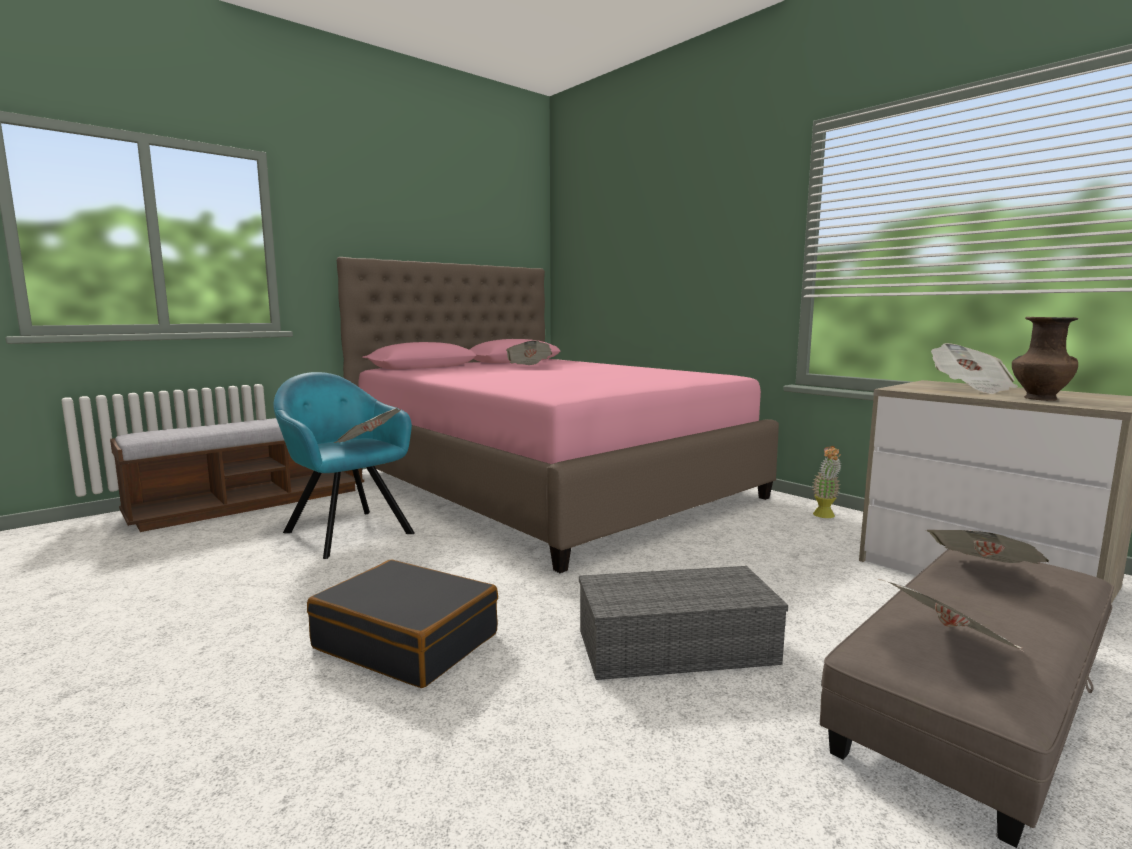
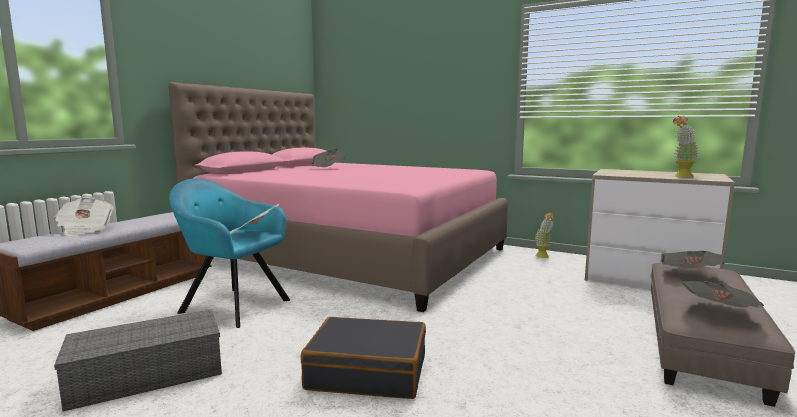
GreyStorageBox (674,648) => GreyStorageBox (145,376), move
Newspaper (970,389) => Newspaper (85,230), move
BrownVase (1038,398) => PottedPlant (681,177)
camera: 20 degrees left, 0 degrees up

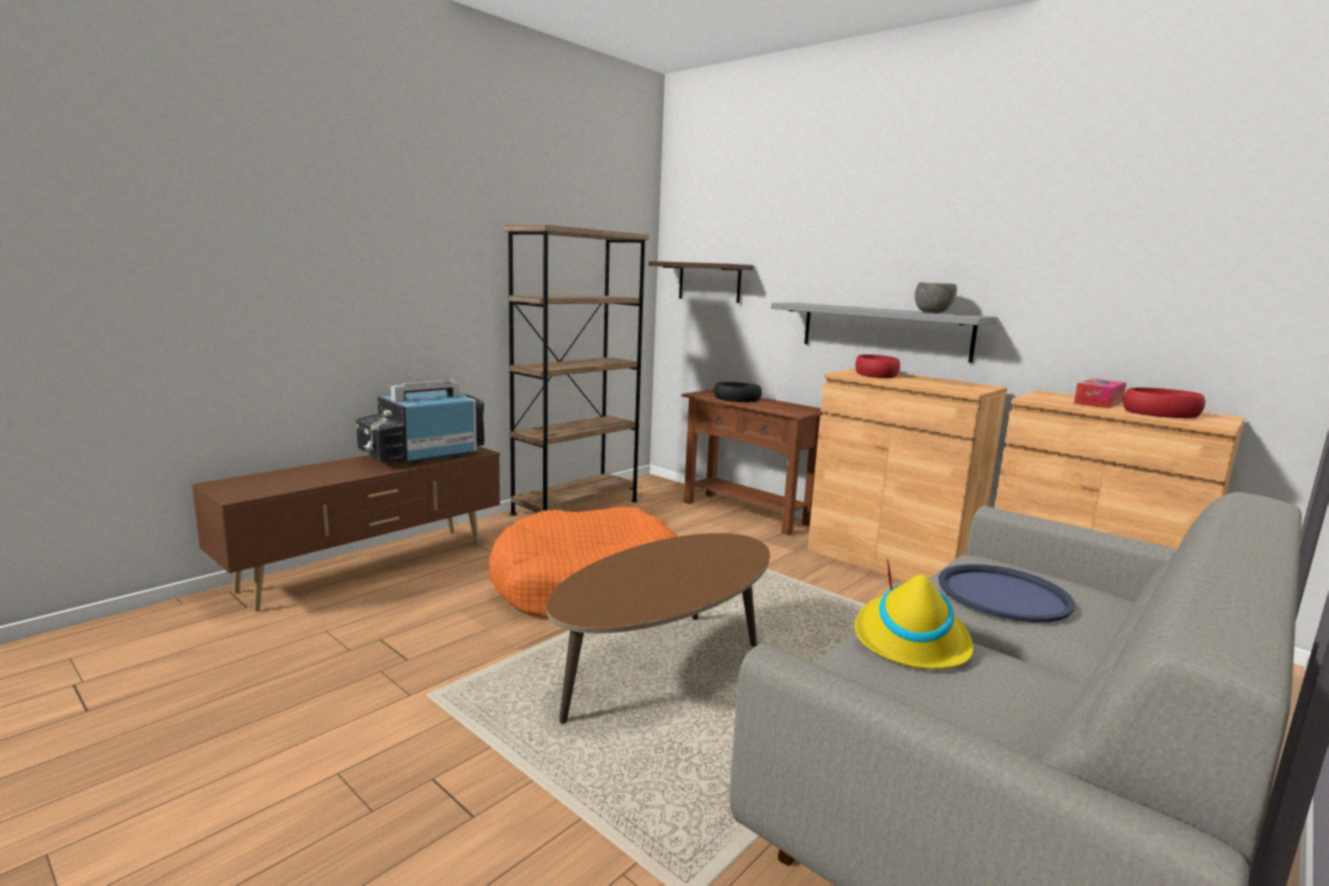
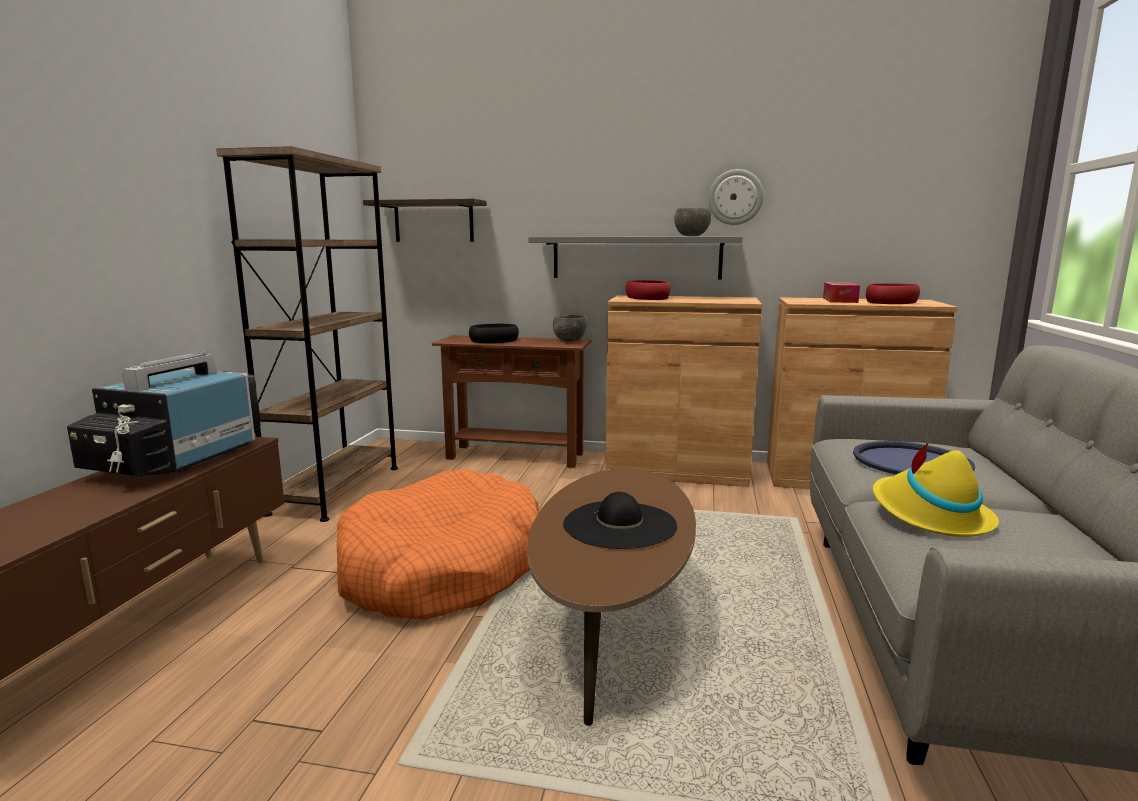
nothing => GreyBowl (569,341)
nothing => BlackHat (620,525)
nothing => WallClock (735,197)
camera: 30 degrees left, 0 degrees up

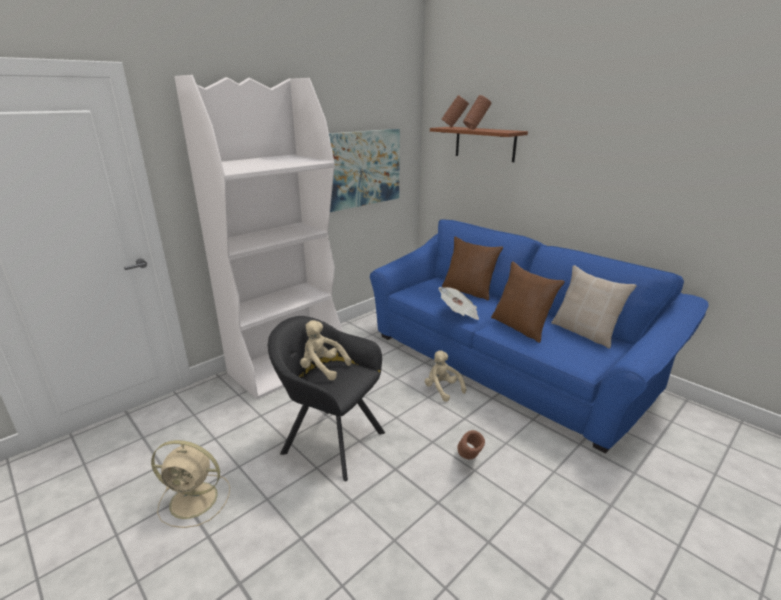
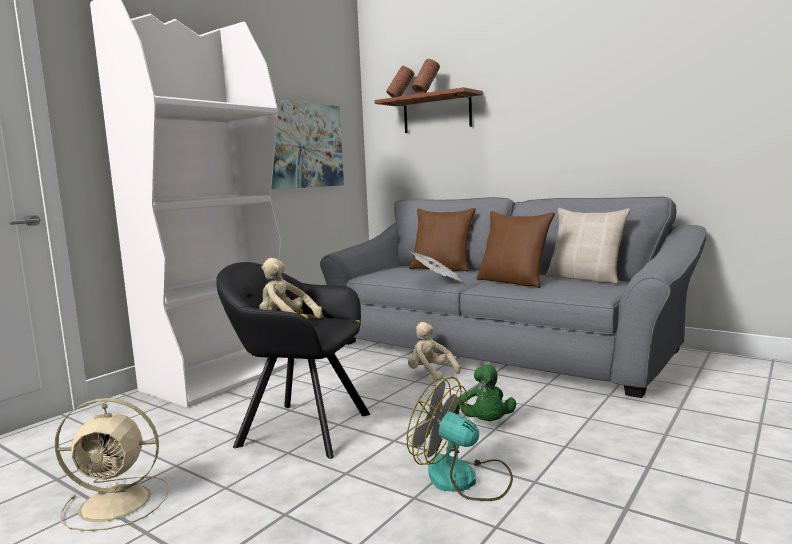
nothing => Fan (463,479)
BrownVase (469,461) => GreenPlushToy (485,423)
BlueSofa (504,362) => GreySofa (497,347)
camera: 10 degrees left, 15 degrees down

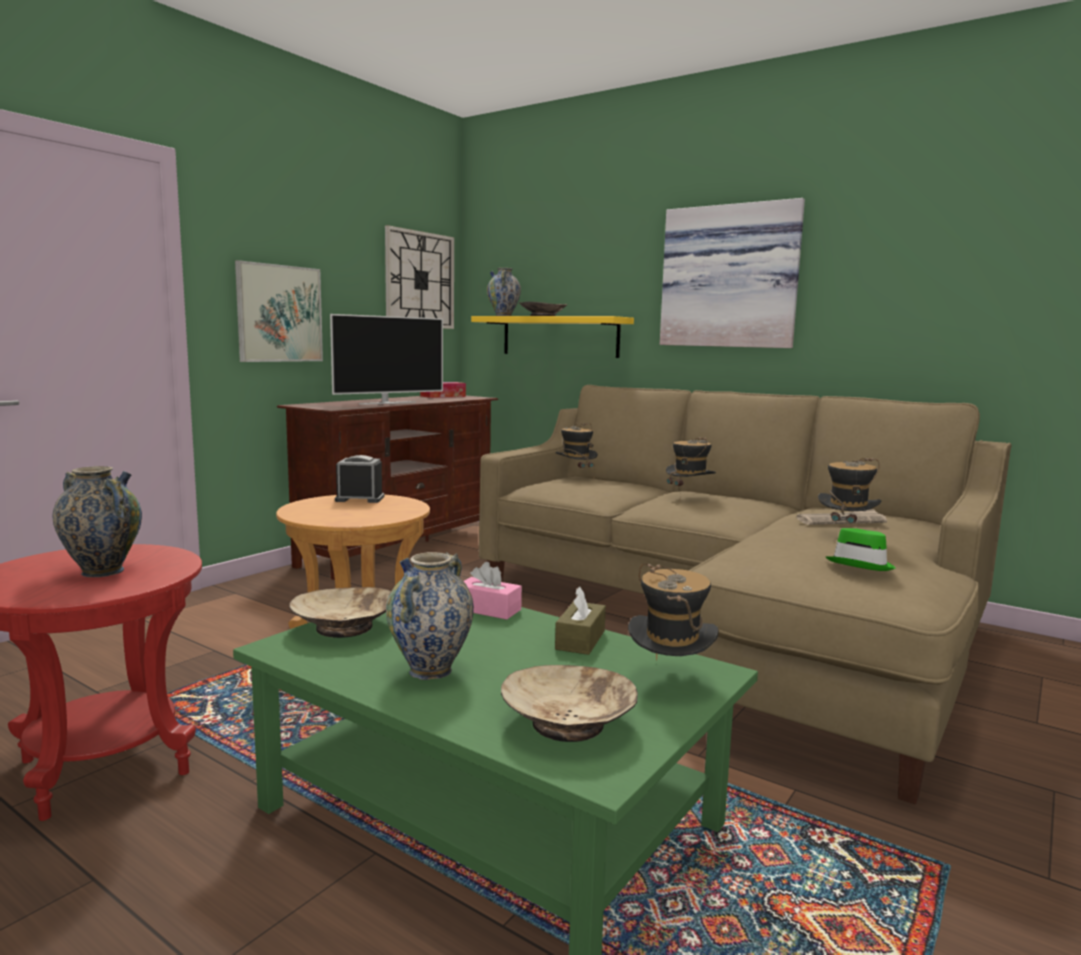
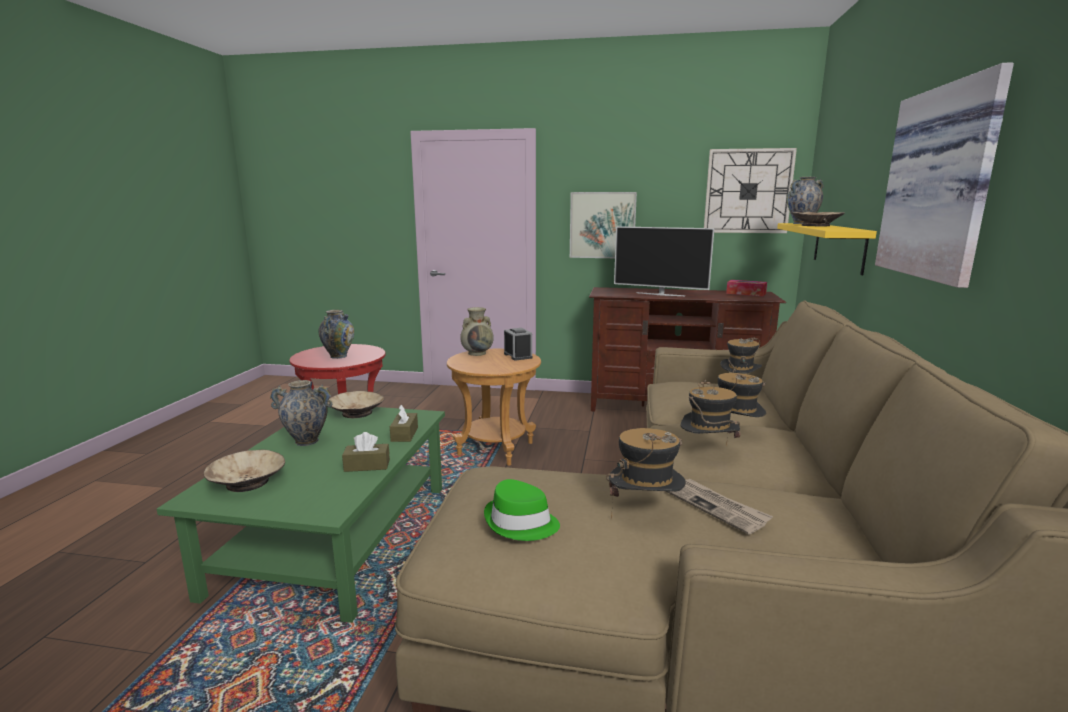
nothing => BeigeVase (477,353)
Hat (670,681) => Hat (707,452), move
PinkTissueBox (488,609) => BrownTissueBox (404,434)
camera: 65 degrees right, 5 degrees up

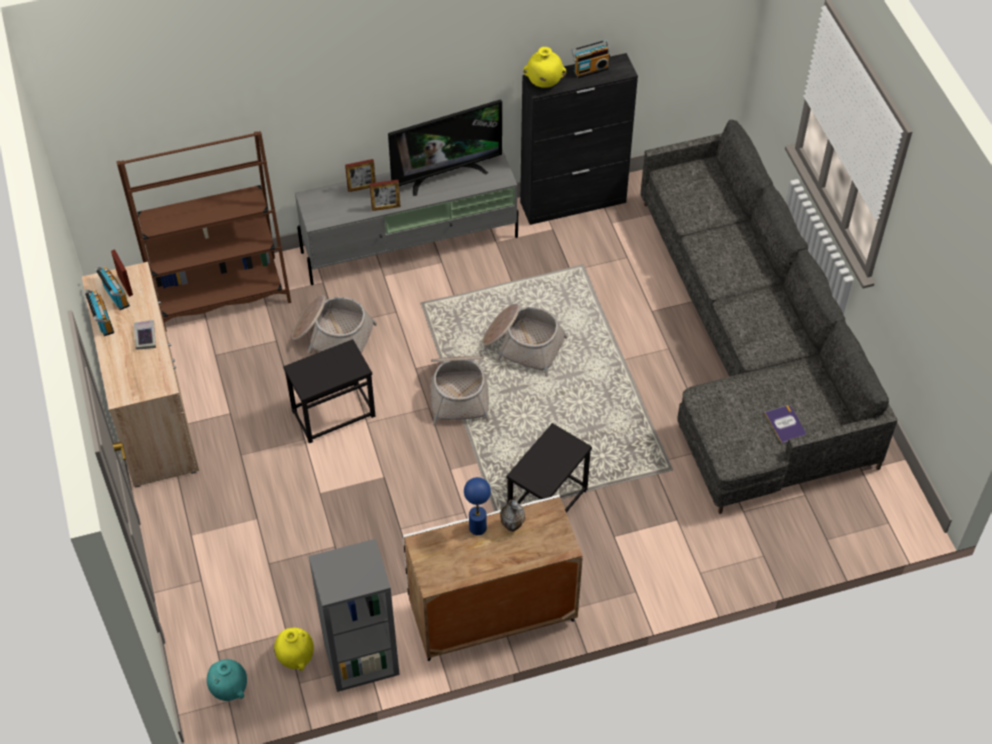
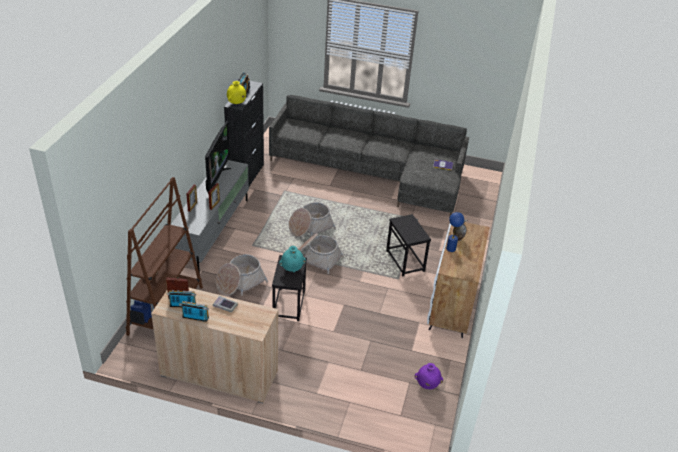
GreyBookcase (361,660) => nothing
TurquoiseVase (230,690) => TurquoiseVase (292,269), move
YellowVase (296,657) => PurpleVase (427,385)
camera: 60 degrees left, 15 degrees down

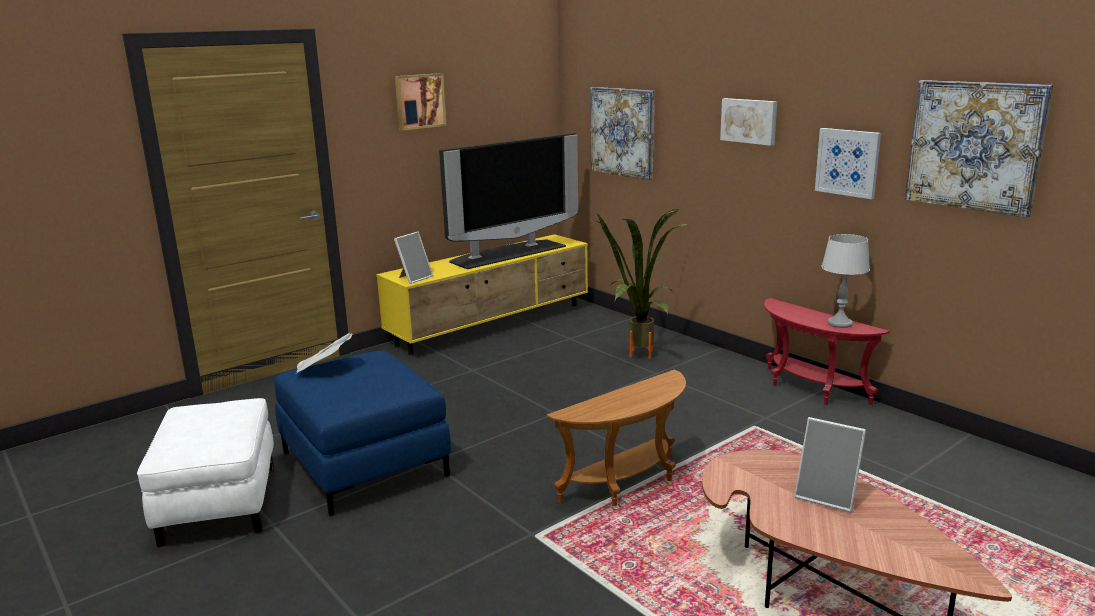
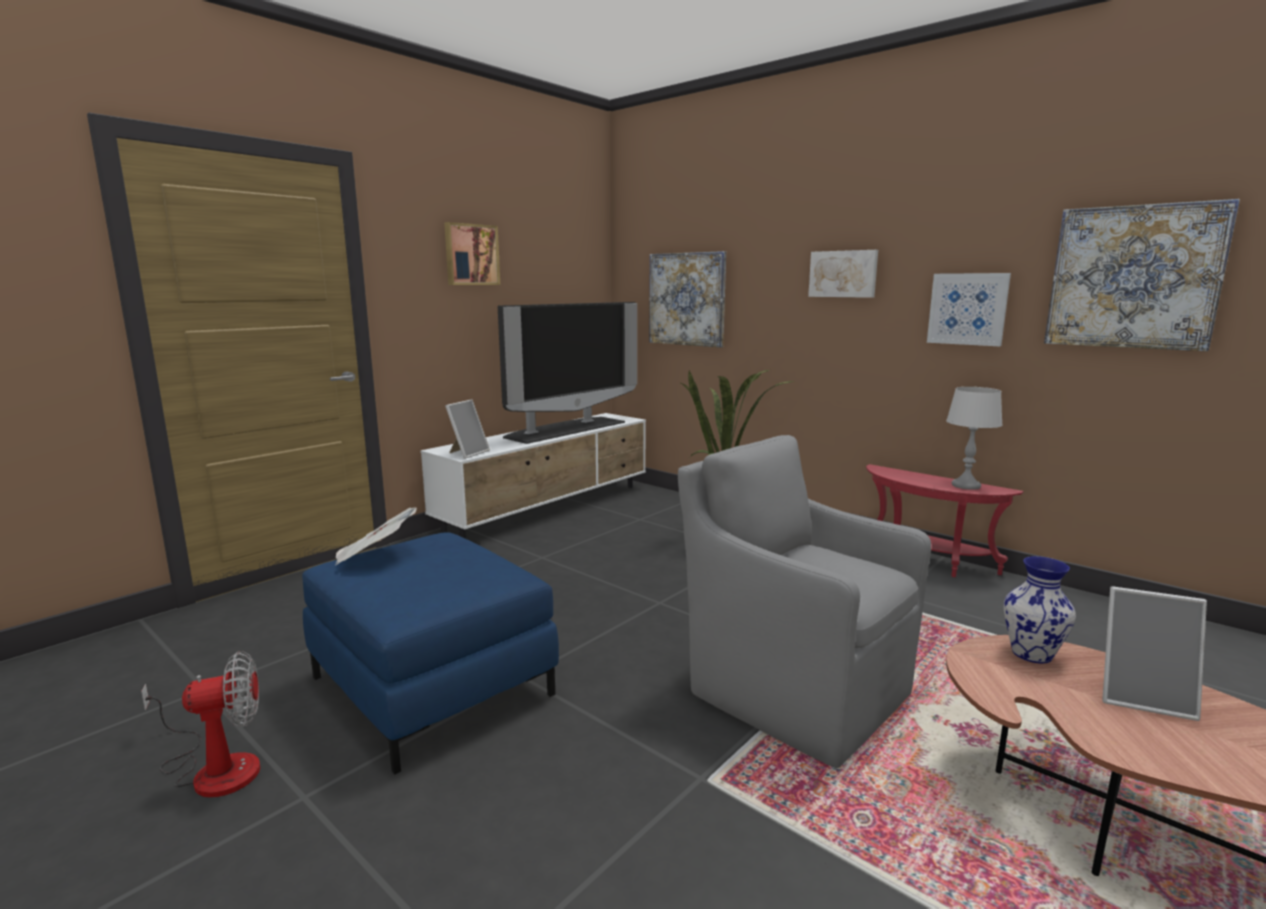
nothing => Vase (1033,654)
WhiteOttoman (219,504) => Fan (215,768)
BrownSideTable (628,484) => GreyArmchair (794,690)
YellowTvStand (492,324) => WhiteTvStand (548,508)
camera: 10 degrees left, 5 degrees down

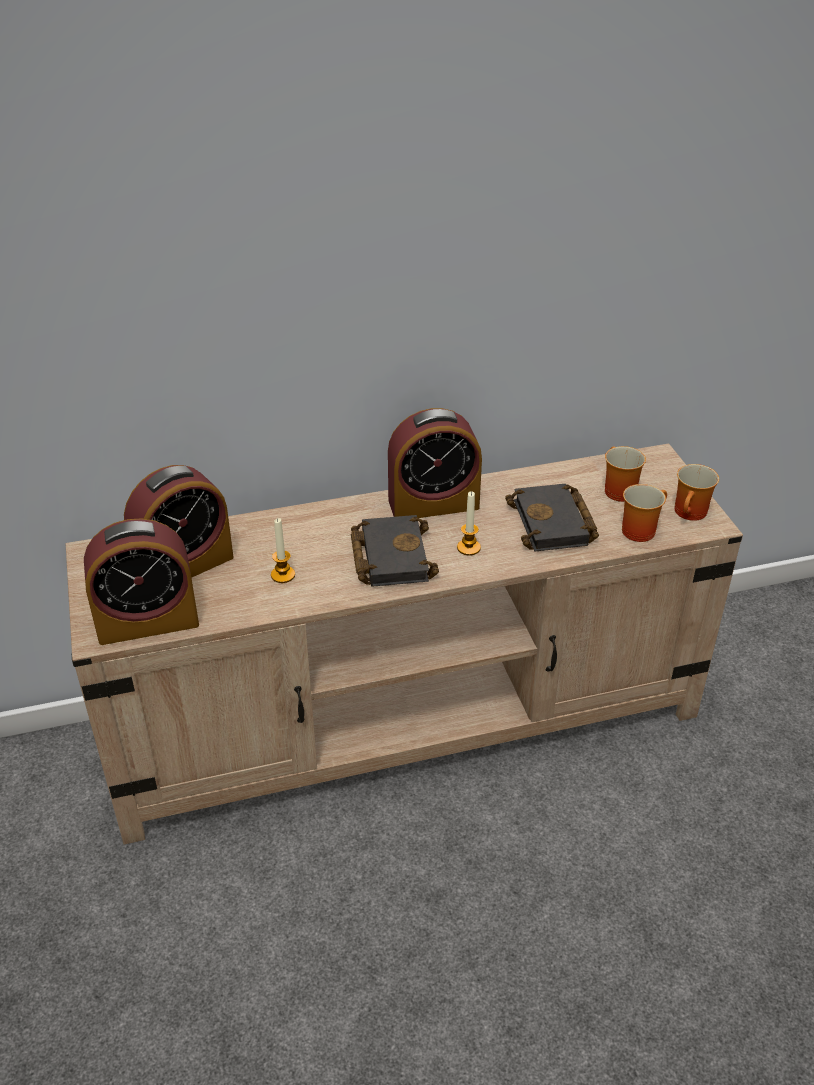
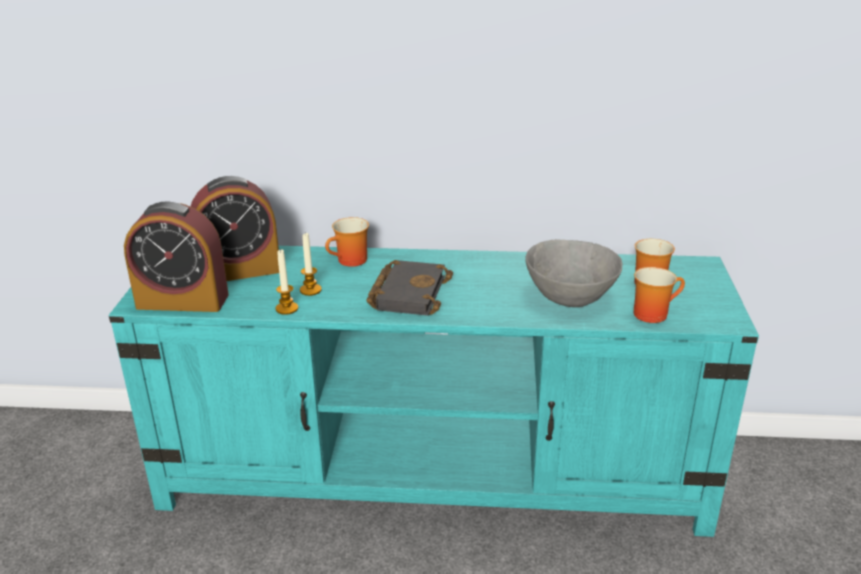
AlarmClock (433,504) => nothing
Candle (468,548) => Candle (287,308), move
Mug (692,514) => Mug (351,262), move
BlackBook (554,525) => GreyBowl (571,296)
BeigeTvStand (408,721) => TurquoiseTvStand (435,474)
camera: 20 degrees right, 10 degrees down

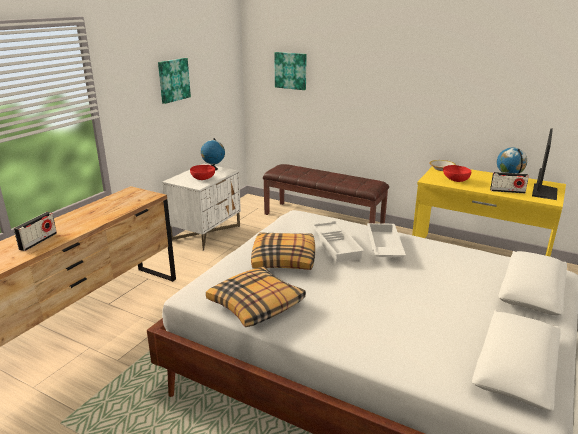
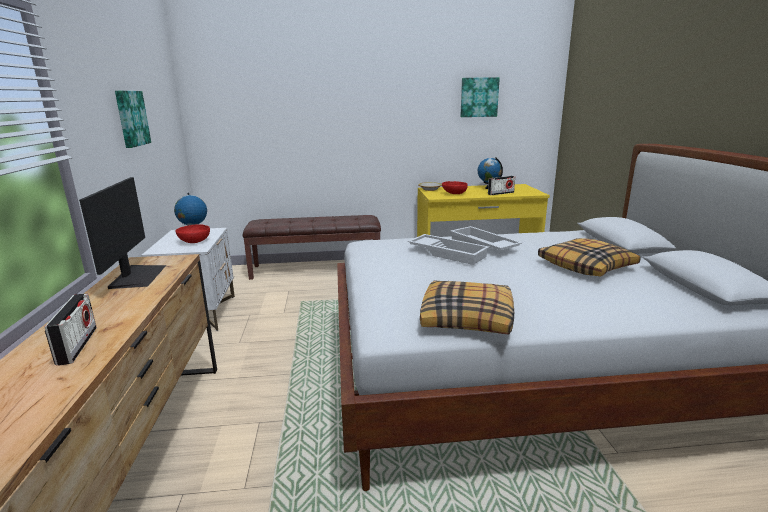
Pillow (284,259) => Pillow (586,266), move
Picture (291,70) => Picture (479,97), move
Monitor (543,191) => Monitor (137,276), move
camera: 35 degrees left, 5 degrees down

